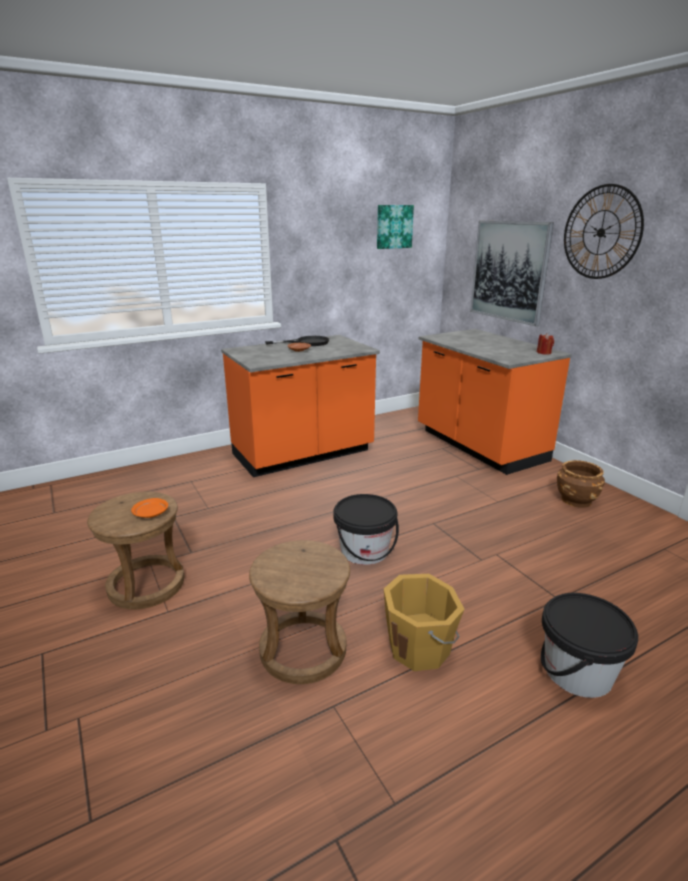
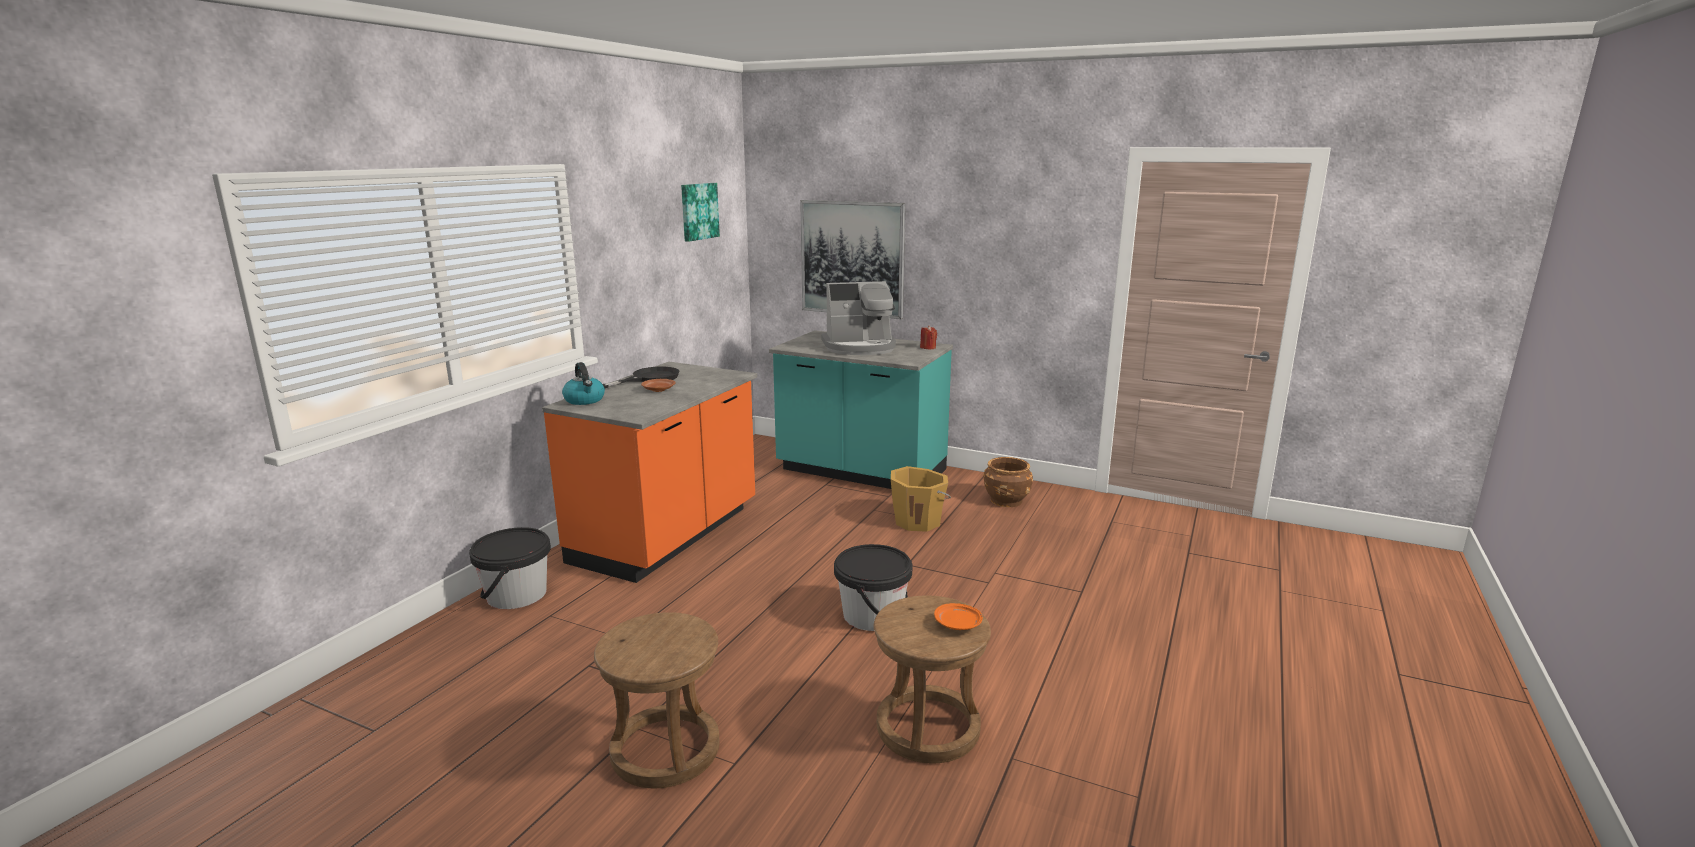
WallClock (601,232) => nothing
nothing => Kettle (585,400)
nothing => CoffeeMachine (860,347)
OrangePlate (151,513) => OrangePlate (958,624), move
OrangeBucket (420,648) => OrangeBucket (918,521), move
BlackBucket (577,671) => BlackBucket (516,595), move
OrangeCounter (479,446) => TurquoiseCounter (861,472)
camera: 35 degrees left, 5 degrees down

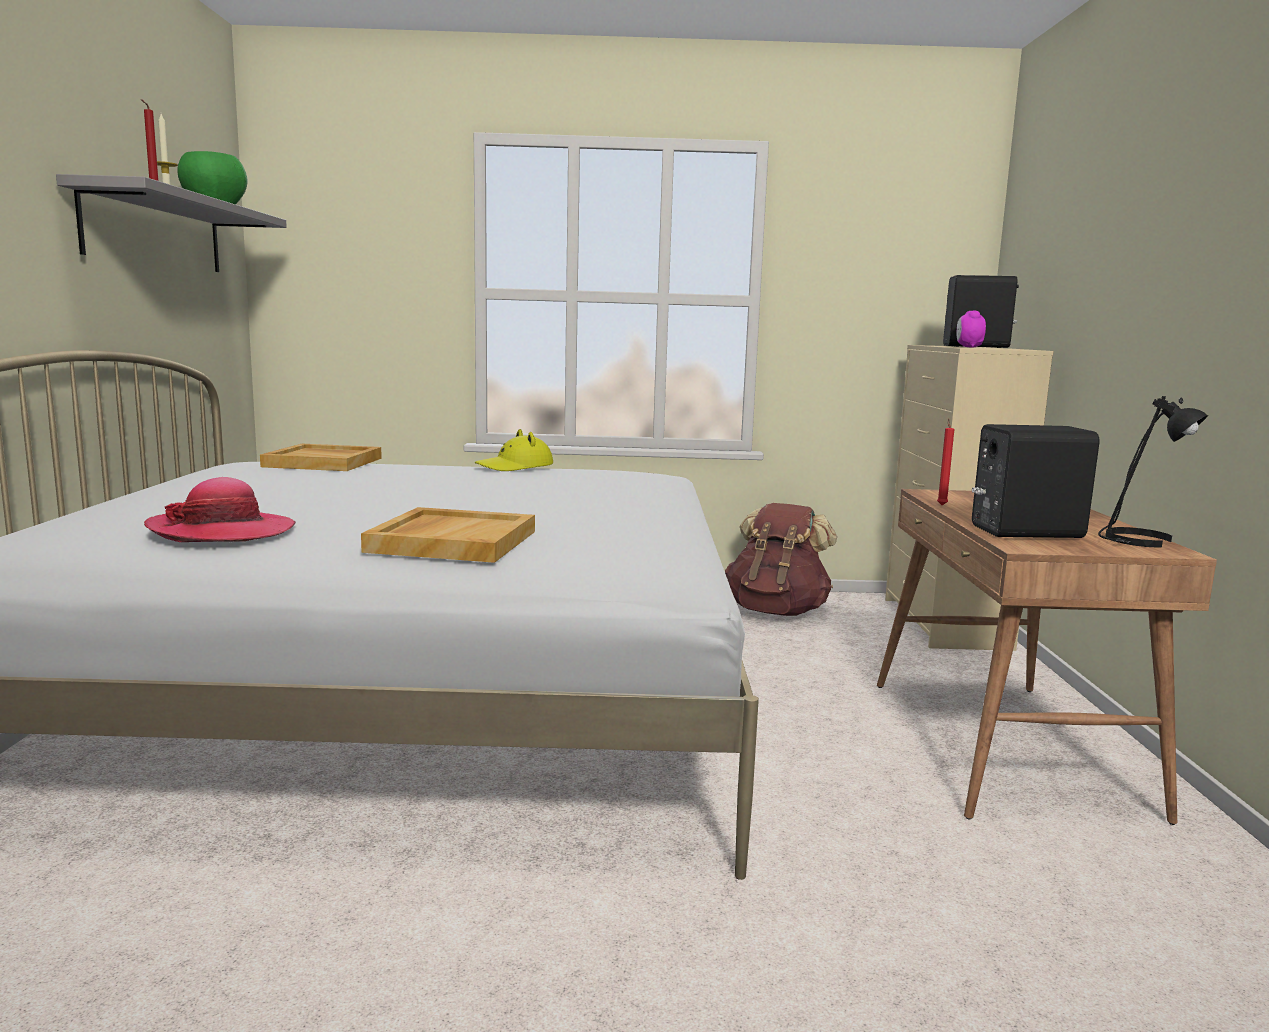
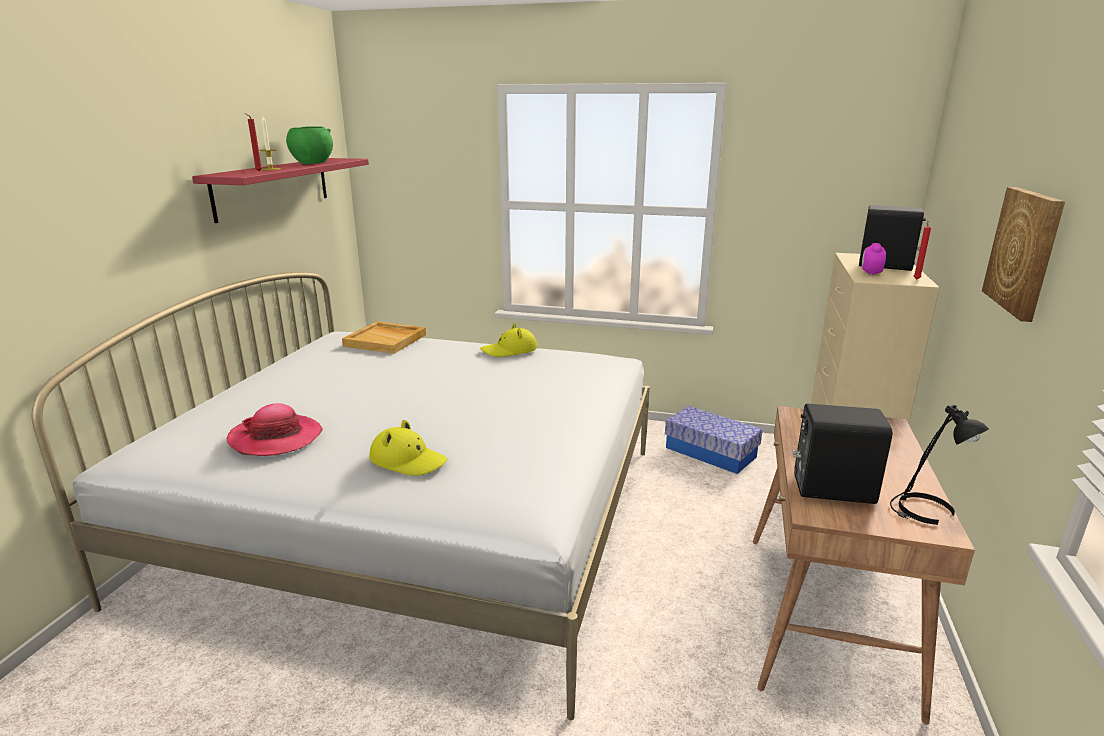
nothing => Picture (1024,251)
RedCandle (941,505) => RedCandle (916,279), move
BeigeTray (452,541) => YellowHat (408,460)
BrownBackpack (777,611) => StorageBox (710,452)
GreyShelf (155,232) => RedShelf (273,187)
camera: 15 degrees right, 10 degrees up

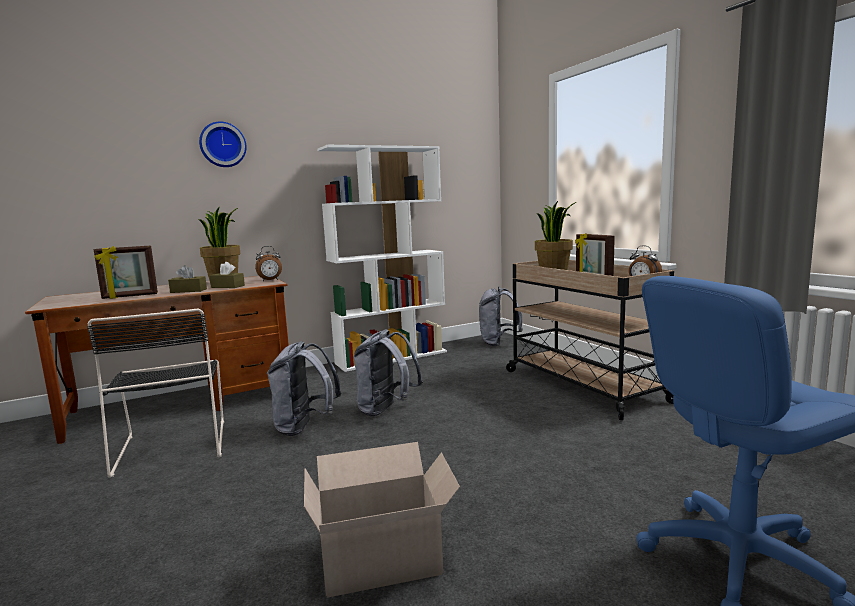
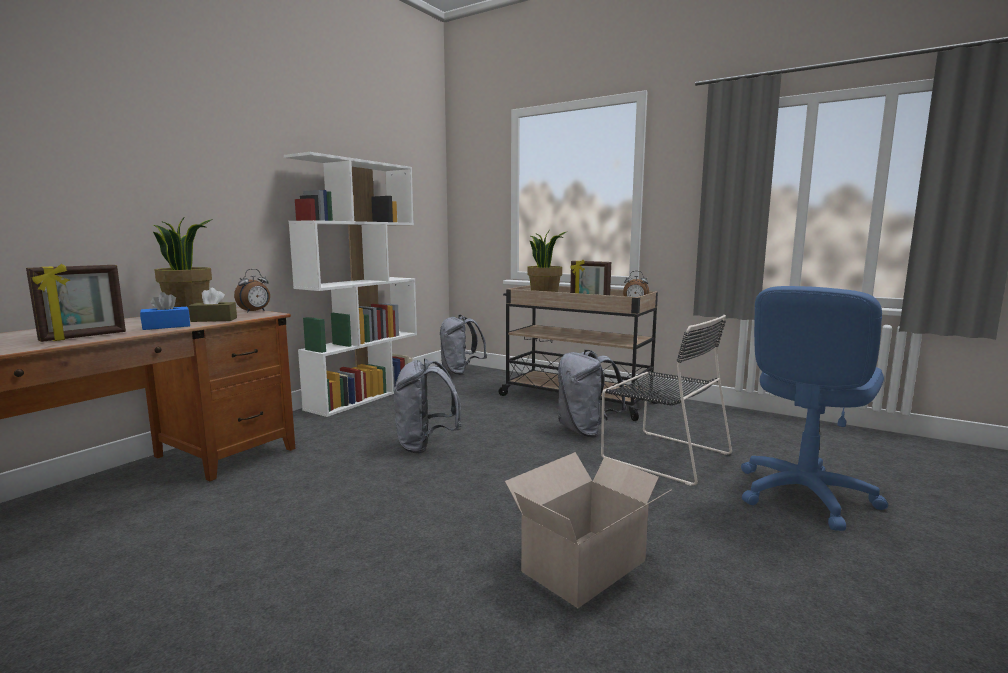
WallClock (222,145) => nothing
BlackChair (173,444) => BlackChair (662,455), move
GreyBackpack (305,427) => GreyBackpack (586,431), move
BrownTissueBox (188,291) => BlueTissueBox (166,326)
camera: 30 degrees left, 0 degrees up

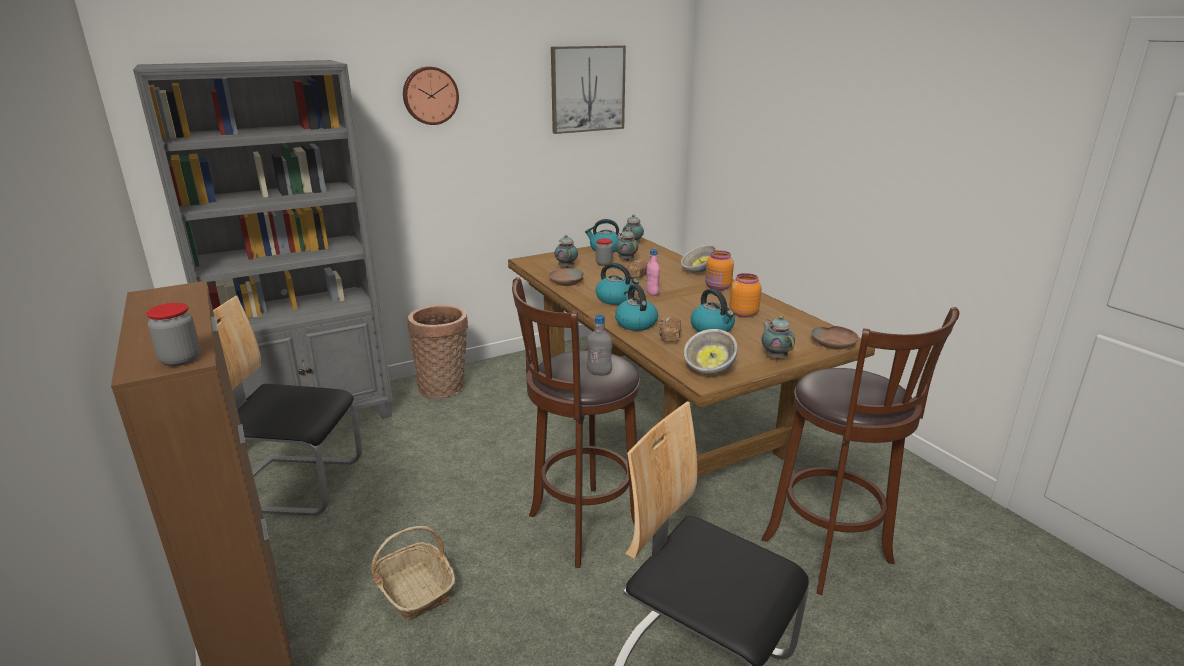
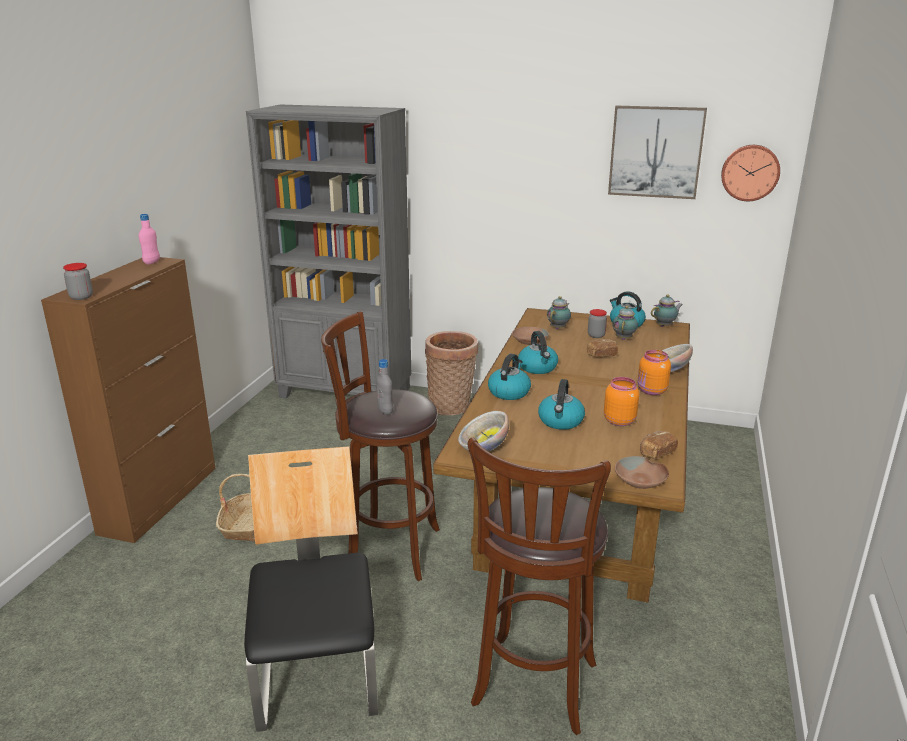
Chair (297,484) => nothing
Teapot (775,356) => nothing
WallClock (430,95) => WallClock (750,172), move
PinkBottle (652,293) => PinkBottle (152,262), move
Bread (669,337) => Bread (656,453), move
camera: 45 degrees right, 0 degrees up

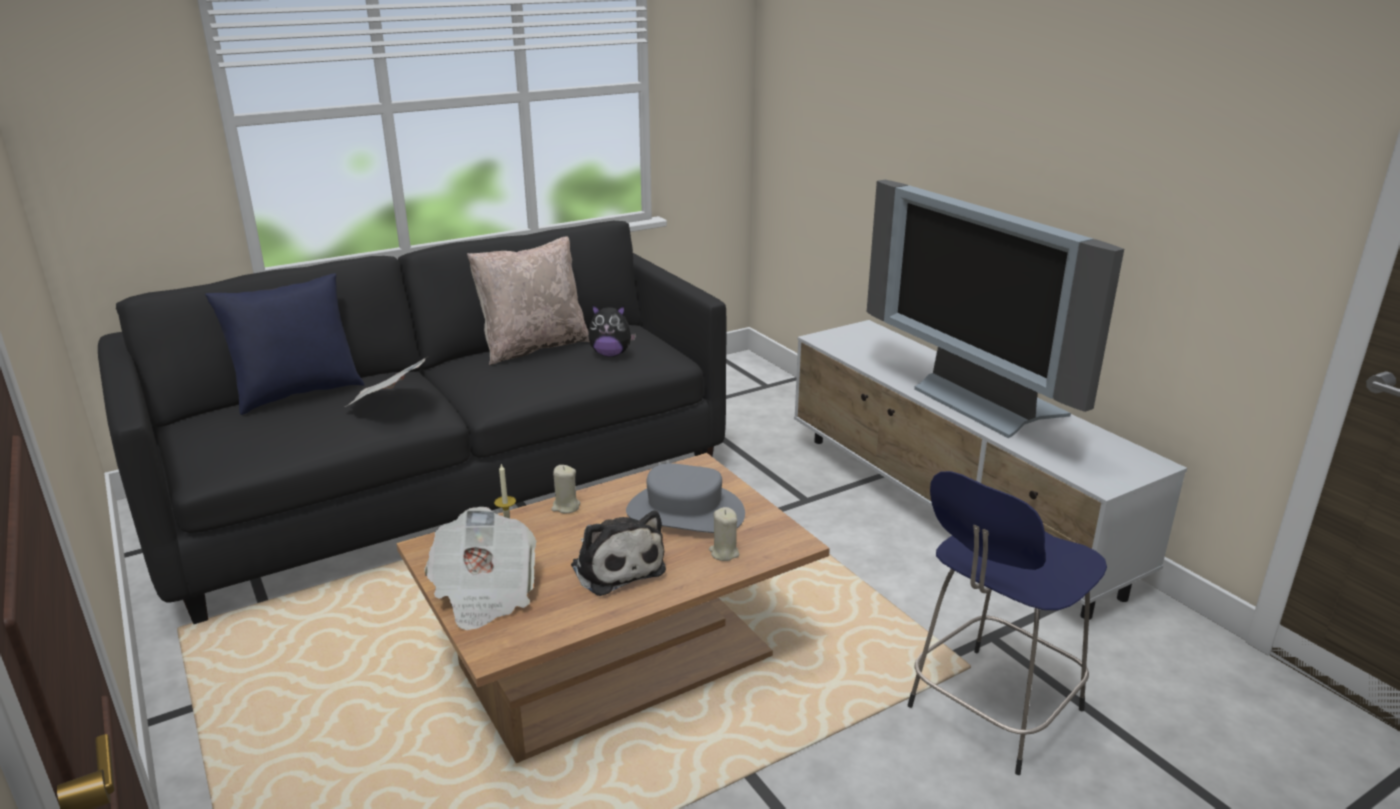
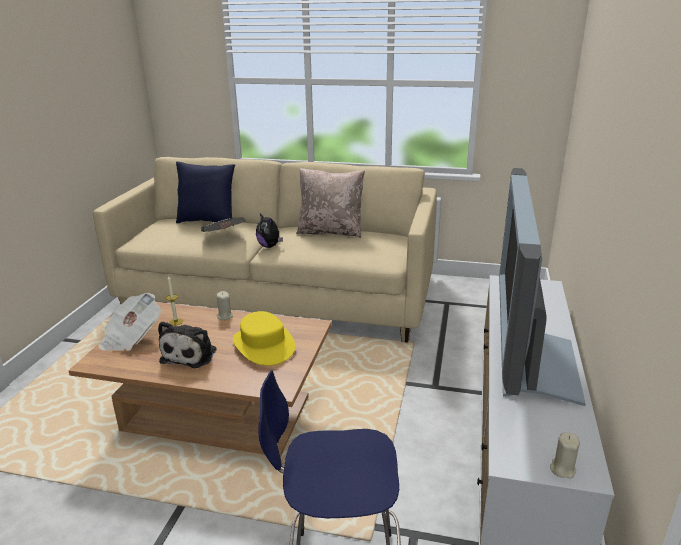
PlushToy (611,354) => PlushToy (270,246), move
BeigeCandle (724,553) => BeigeCandle (562,469), move
BlackSofa (449,489) => BeigeSofa (278,297)
GreyHat (685,513) => YellowHat (263,345)
camera: 45 degrees right, 0 degrees up

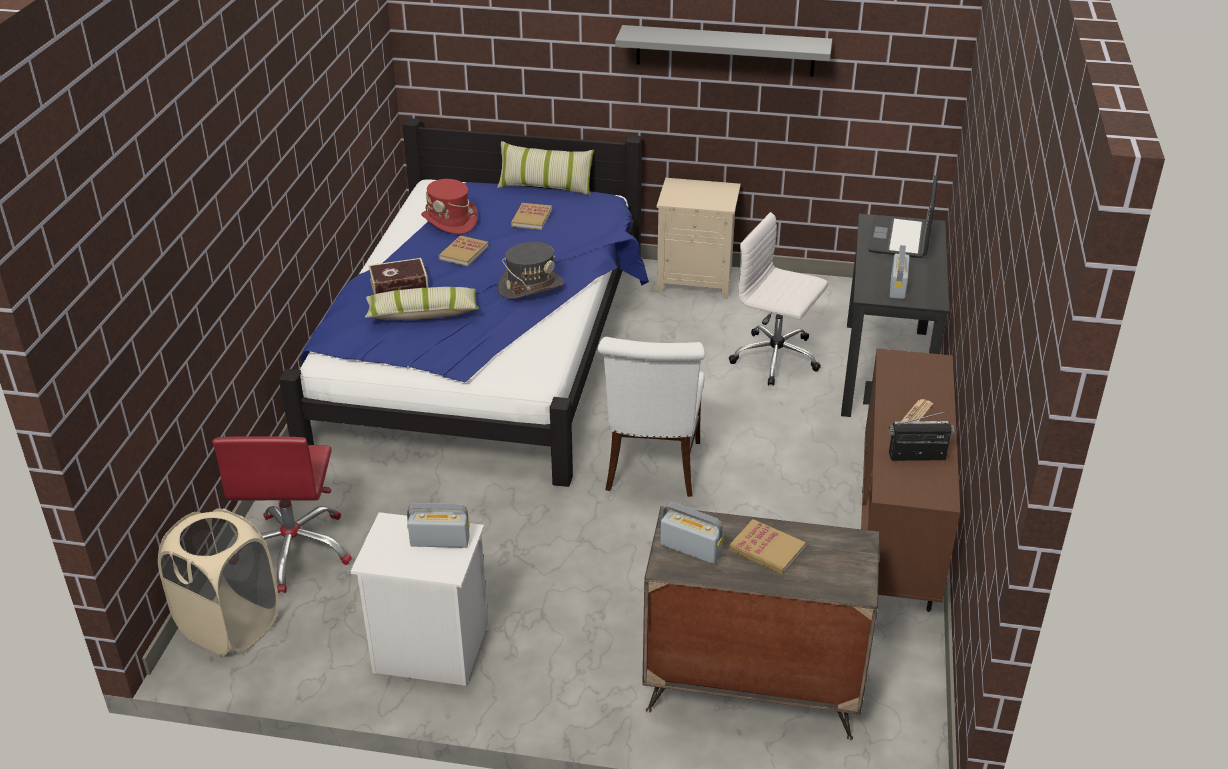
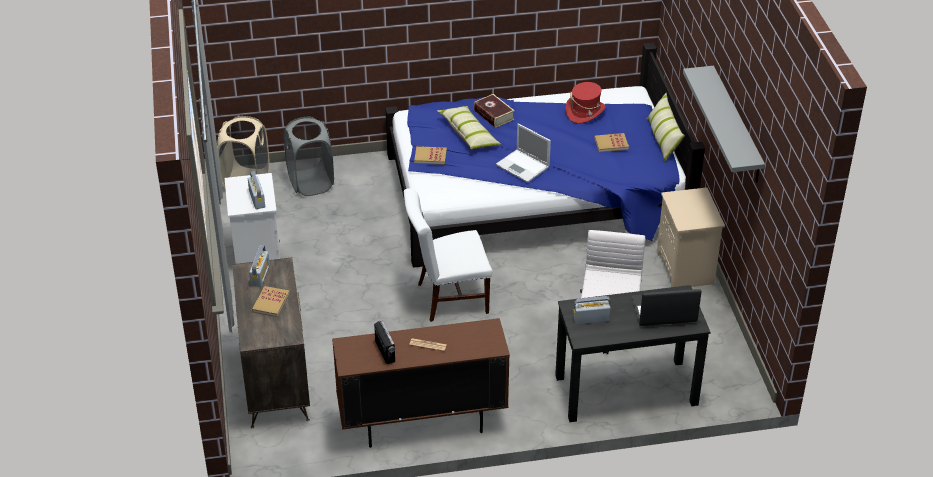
Book (463,253) => Book (430,156), move
RedOfficeChair (294,550) => GreyLaundryBasket (310,182)
GreyHat (531,286) => Laptop (523,166)
camera: 70 degrees right, 5 degrees up

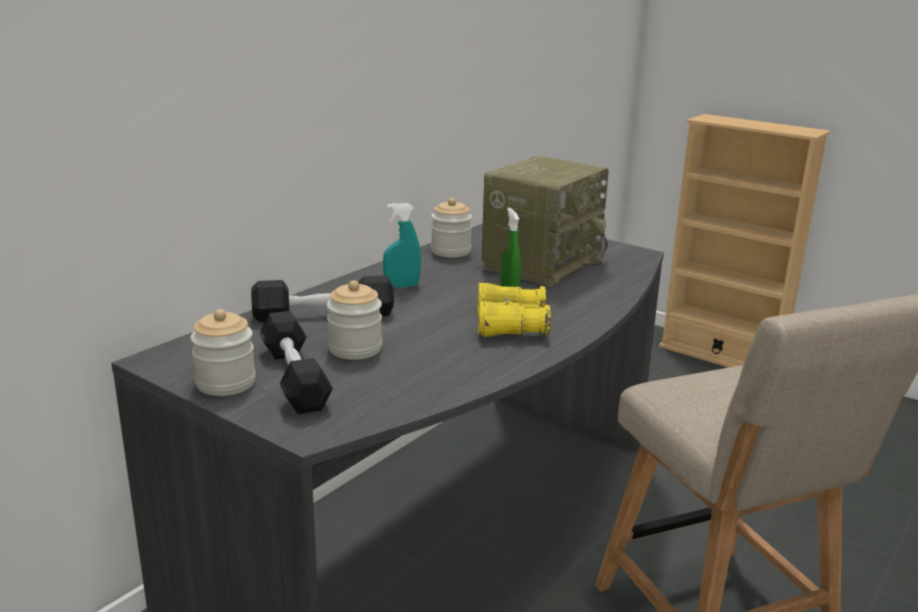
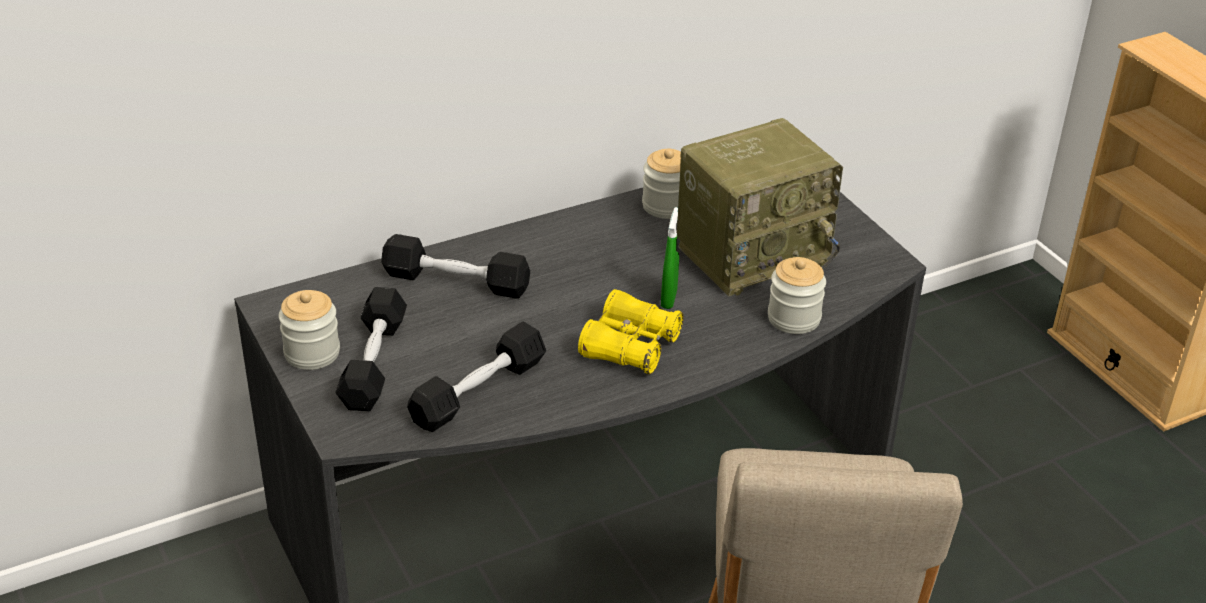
TurquoiseSprayBottle (402,286) => nothing
nothing => BlackDumbbell (478,391)
Jar (355,349) => Jar (794,318), move
camera: 25 degrees right, 15 degrees up

